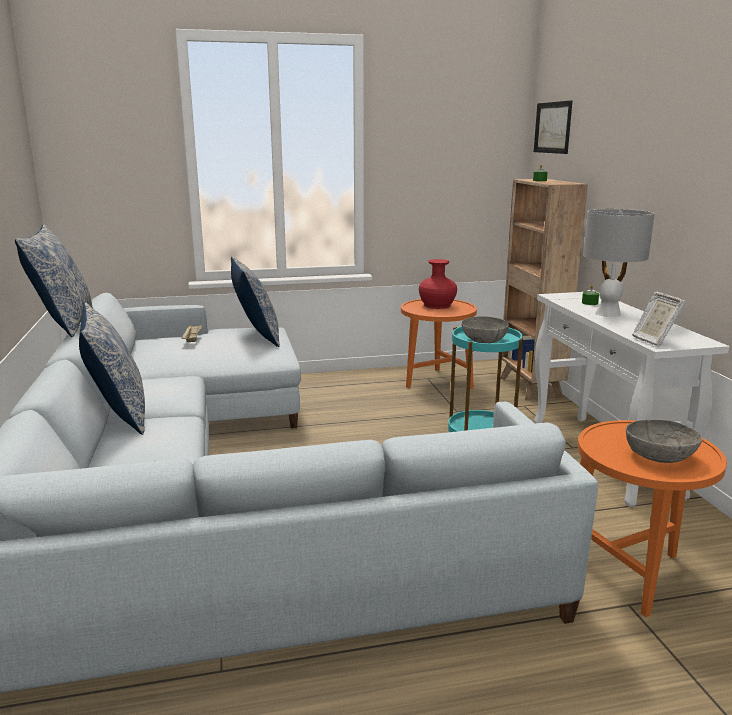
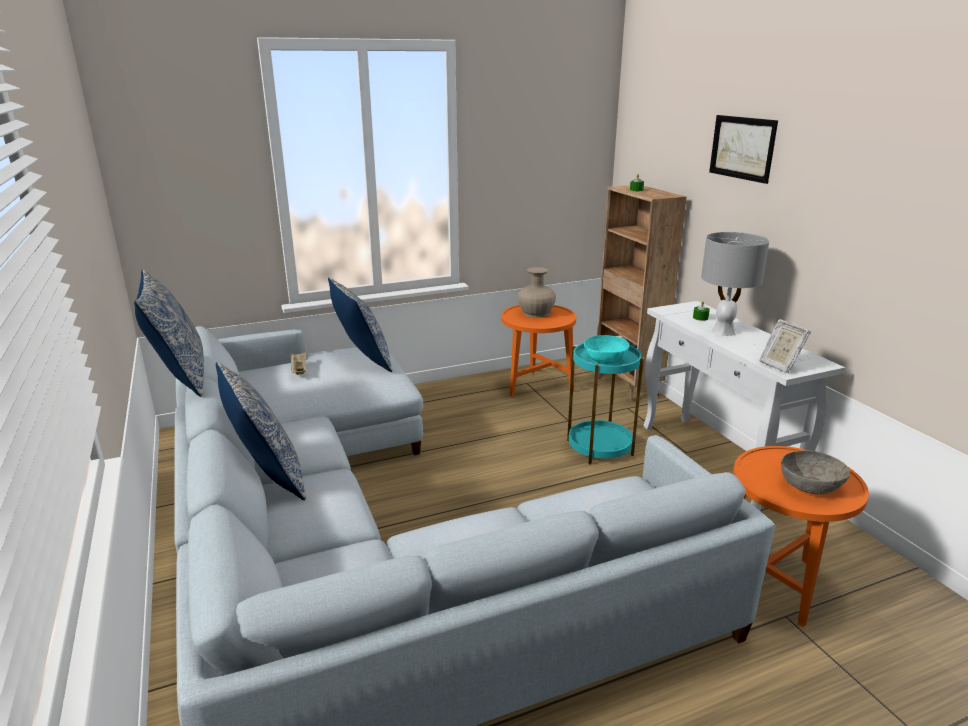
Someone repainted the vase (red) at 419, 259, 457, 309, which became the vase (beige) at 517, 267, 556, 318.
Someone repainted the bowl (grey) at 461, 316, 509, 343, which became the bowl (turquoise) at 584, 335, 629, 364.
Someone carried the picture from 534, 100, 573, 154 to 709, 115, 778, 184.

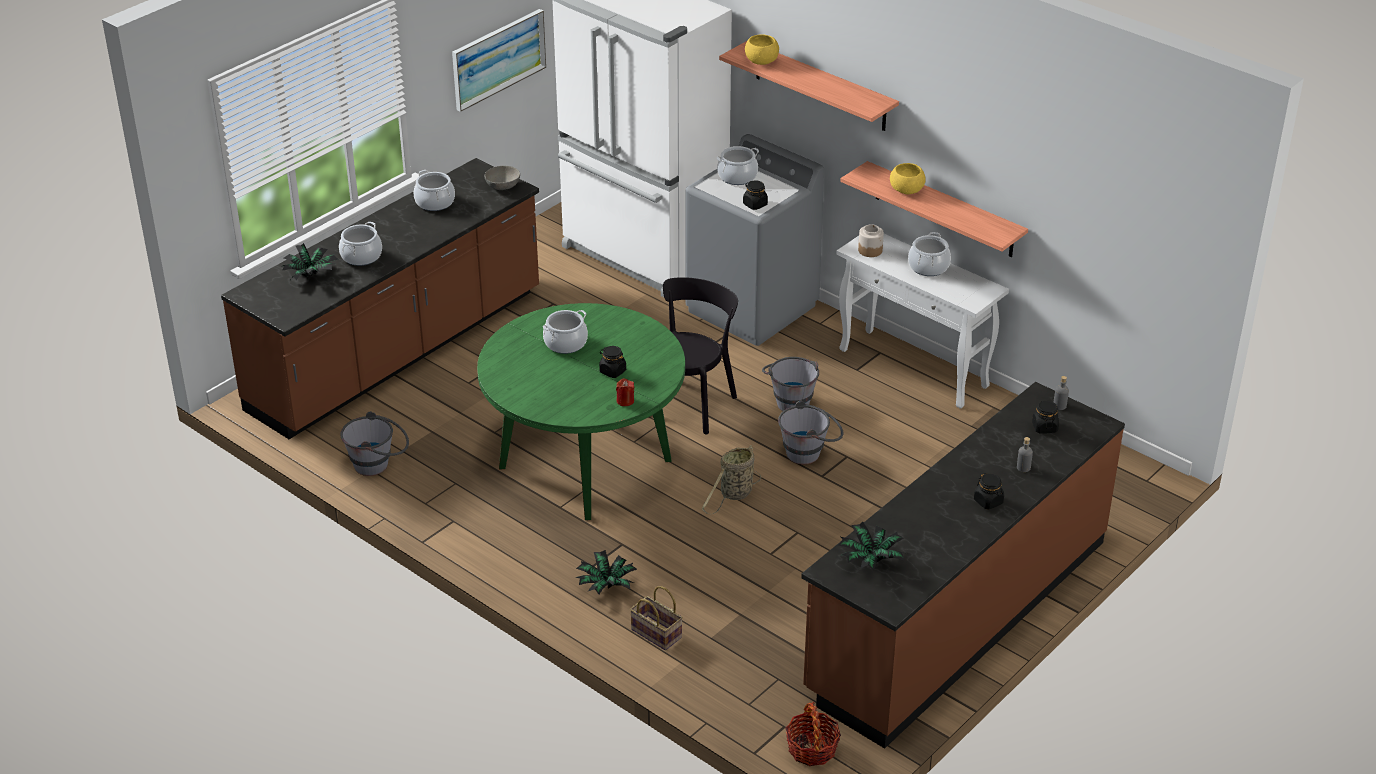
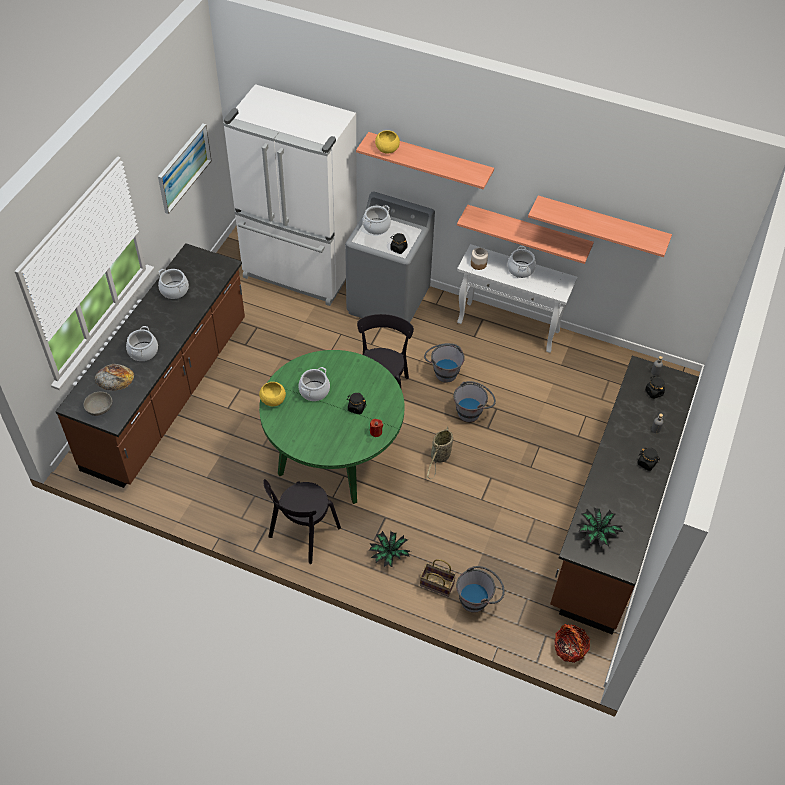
Someone carried the bowl (grey) from 485, 166, 520, 190 to 83, 392, 113, 416.
Someone swapped the potted plant at 283, 243, 338, 280 for the bread at 94, 364, 134, 391.
Someone carried the bowl (yellow) from 890, 163, 926, 194 to 259, 382, 286, 406.
Someone put down the chair (black) at 263, 479, 341, 564.
Someone carried the bucket (grey) from 340, 411, 409, 476 to 456, 566, 505, 613.
Someone put up the shelf at 528, 196, 672, 257.

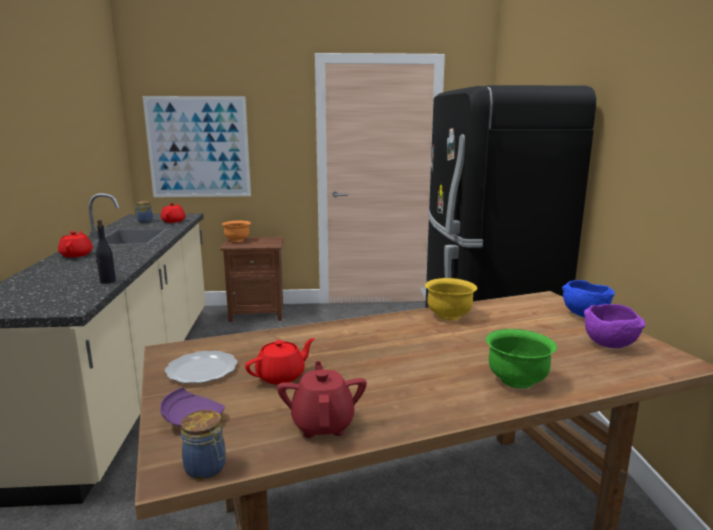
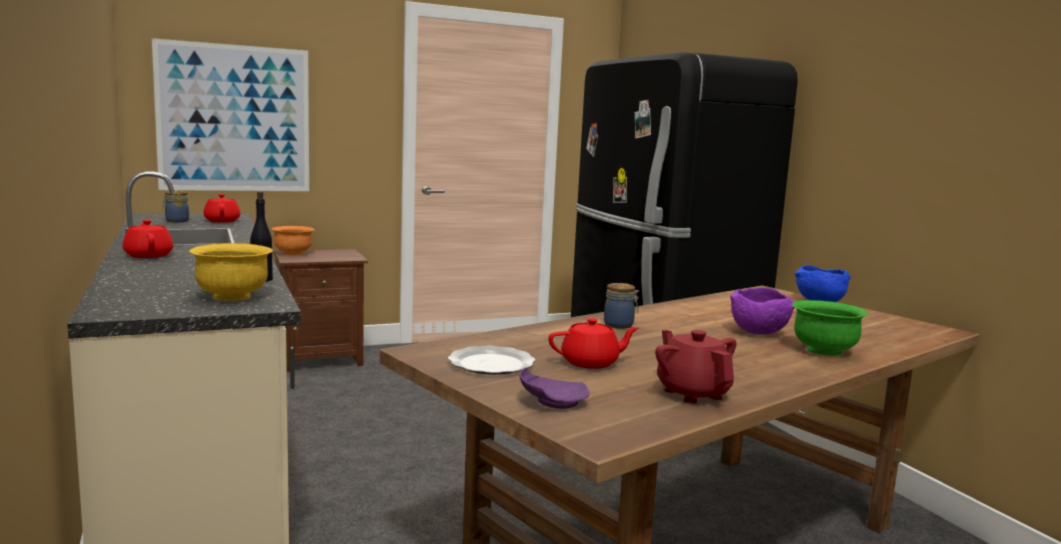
Someone carried the bowl (yellow) from 425, 278, 477, 320 to 189, 243, 273, 301.
Someone rotated the teapot (red) at 245, 338, 315, 384 by 45 degrees clockwise.
Someone carried the jar from 181, 410, 226, 479 to 604, 283, 639, 329.
Someone carried the bowl (purple) from 584, 304, 645, 348 to 730, 287, 795, 335.

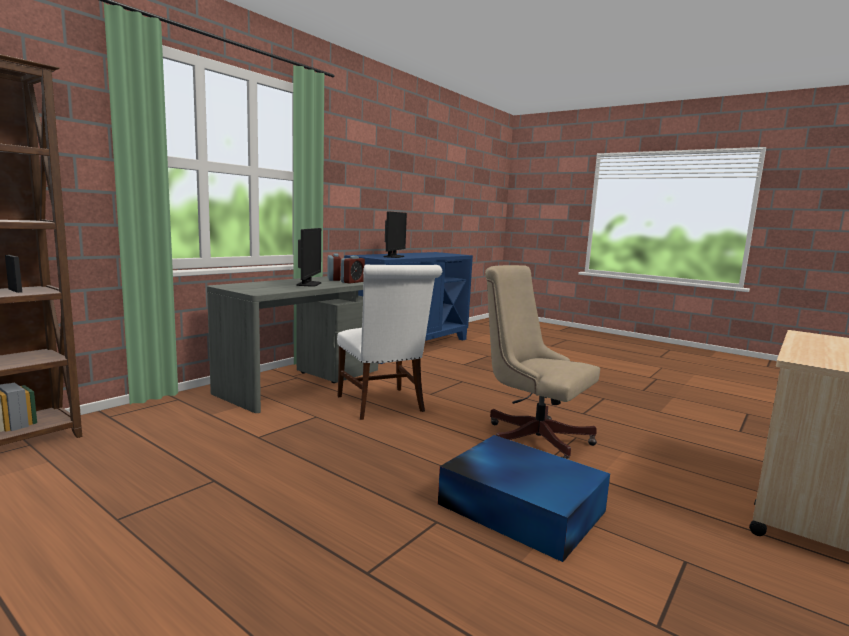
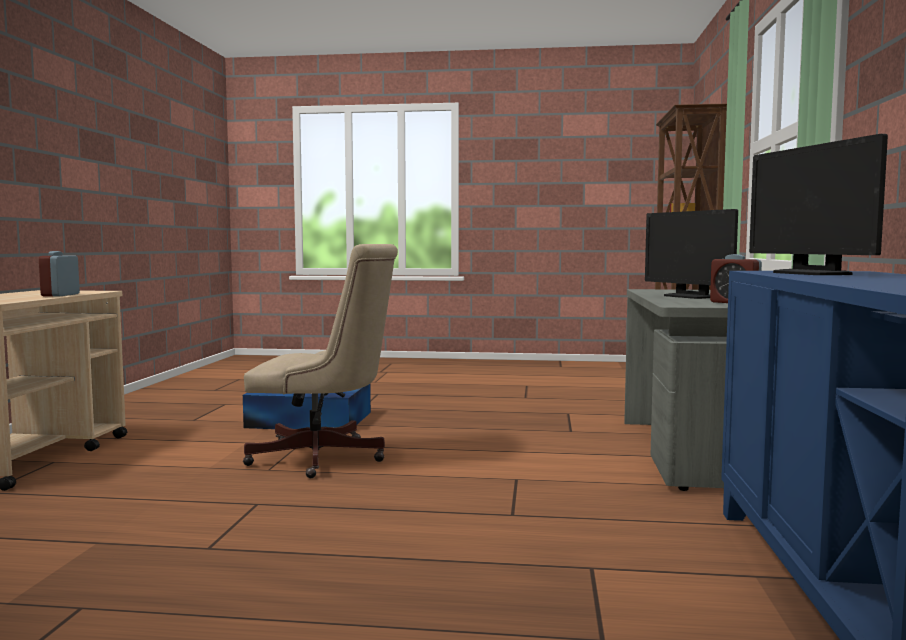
Someone carried the alarm clock from 341, 256, 365, 283 to 39, 251, 80, 297.
Someone took away the chair (white) at 337, 265, 442, 420.

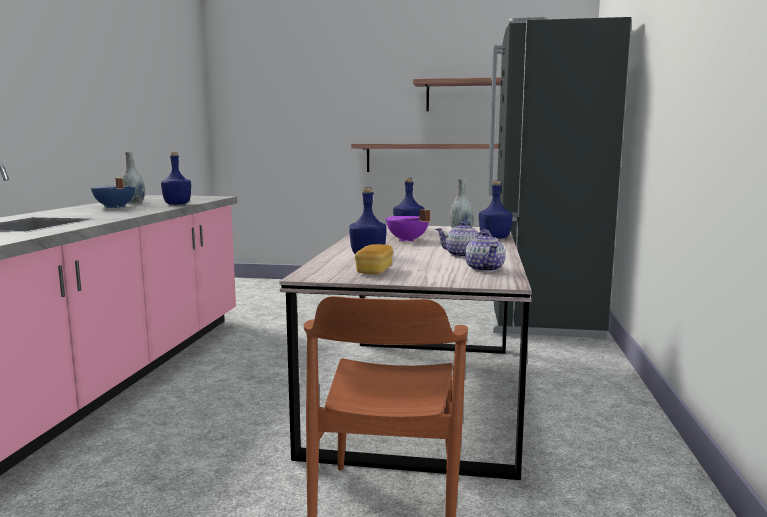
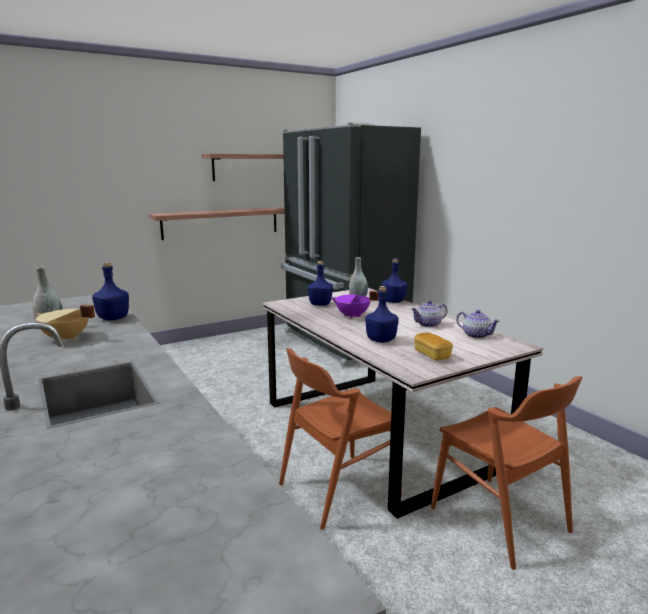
Someone repainted the cooking pot (blue) at 91, 178, 135, 209, which became the cooking pot (beige) at 36, 305, 95, 341.
Someone put down the chair (brown) at 279, 348, 402, 530.

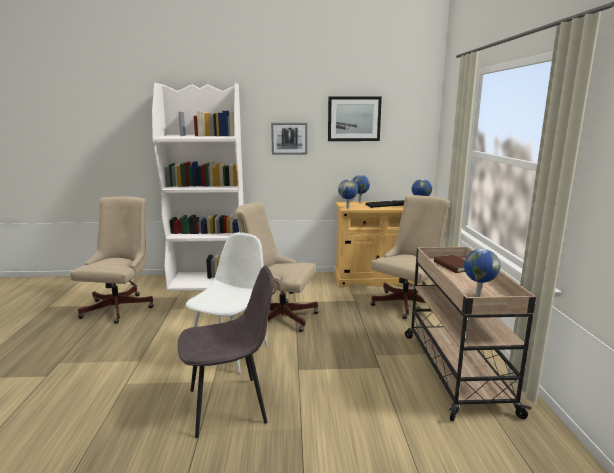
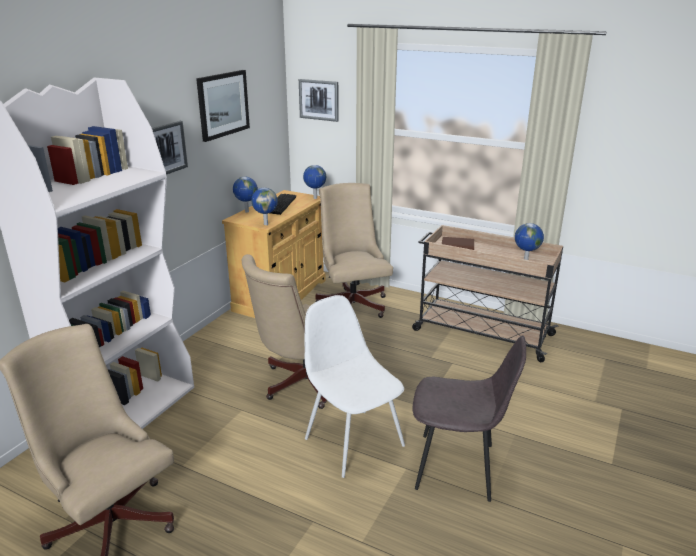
Someone put up the picture at 299, 79, 339, 122.
Someone rotated the chair (grey) at 178, 266, 274, 438 by 90 degrees clockwise.

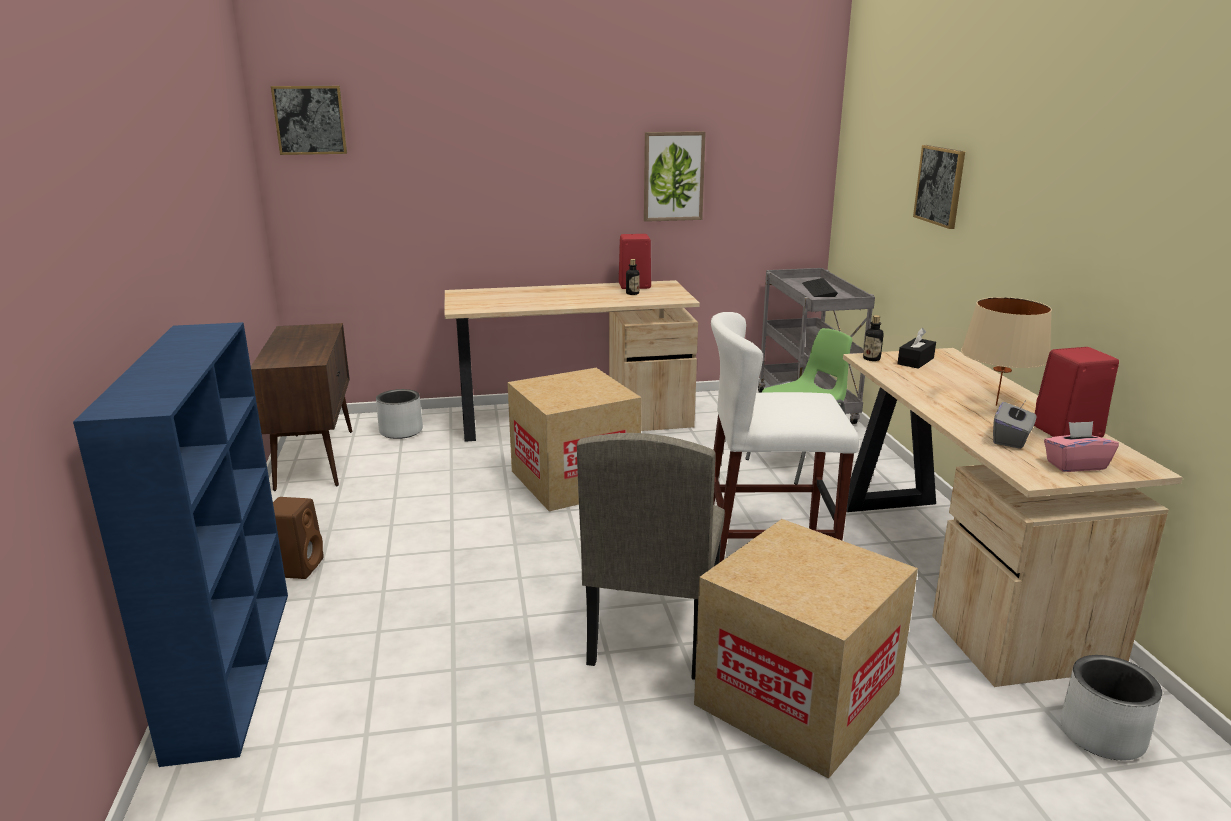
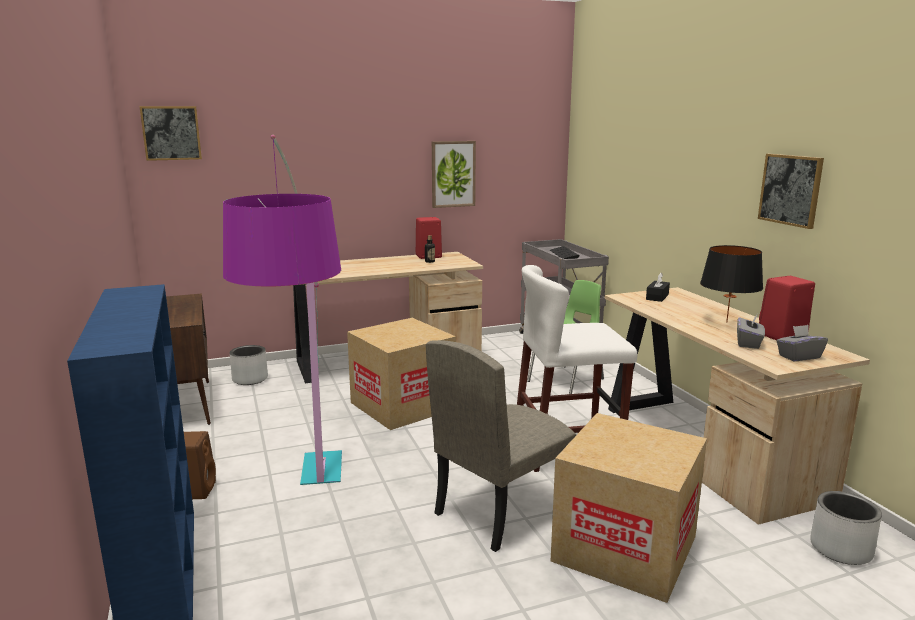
Someone put down the floor lamp at 223, 135, 342, 485.
Someone rotated the chair (beige) at 577, 433, 725, 680 by 45 degrees clockwise.
Someone repainted the table lamp (beige) at 961, 297, 1052, 406, which became the table lamp (black) at 700, 245, 763, 323.
Someone carried the picture from 913, 145, 965, 229 to 758, 154, 824, 229.
Someone repainted the tissue box (pink) at 1044, 421, 1119, 472, which became the tissue box (grey) at 776, 325, 828, 361.
Someone took away the bottle at 863, 315, 884, 361.

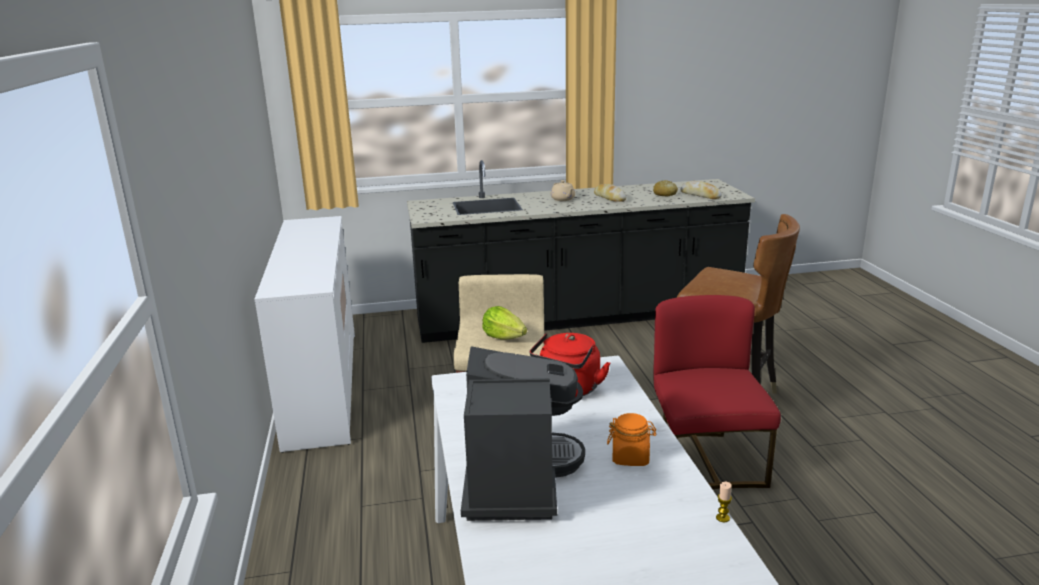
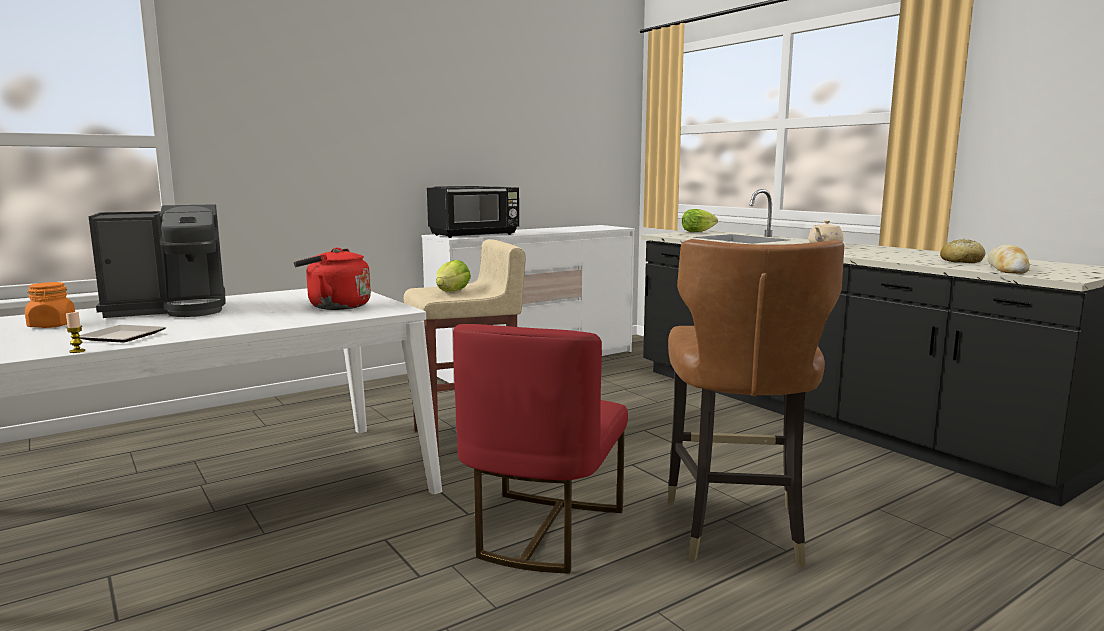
Someone carried the jar (orange) from 607, 413, 657, 466 to 25, 282, 75, 328.
Someone put down the plate at 79, 325, 166, 343.
Someone put down the microwave (black) at 427, 186, 519, 238.
Someone rotated the chair (red) at 654, 295, 781, 489 by 135 degrees clockwise.
Someone put down the lettuce at 682, 209, 718, 232.
Someone took away the bread at 594, 184, 626, 202.

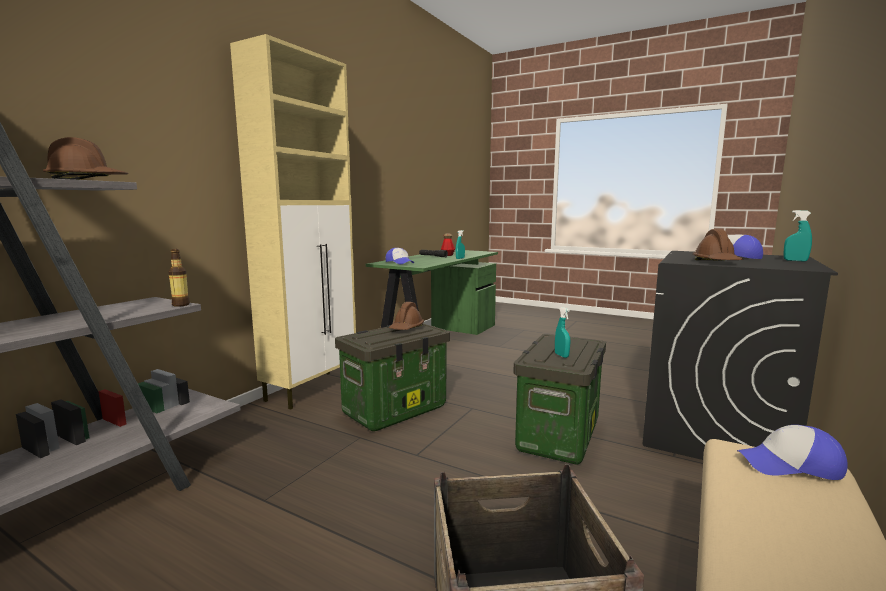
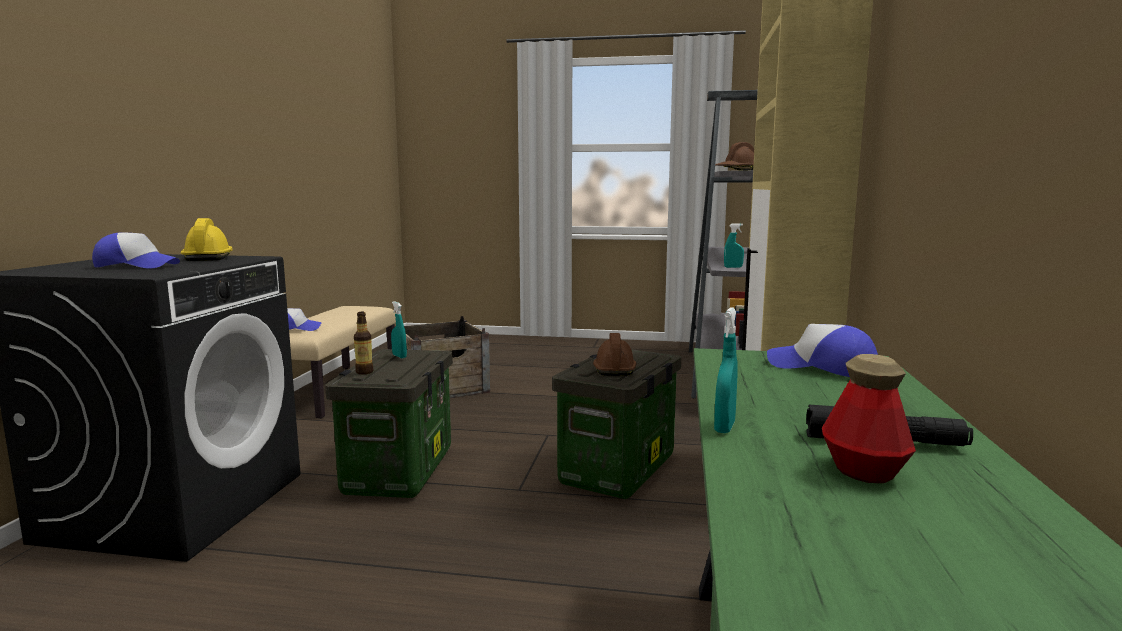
Someone repainted the hard hat (brown) at 692, 229, 743, 261, which became the hard hat (yellow) at 181, 218, 233, 261.
Someone carried the bottle from 169, 249, 190, 307 to 354, 312, 373, 374.
Someone carried the spray bottle (turquoise) from 783, 210, 812, 261 to 724, 223, 744, 268.

